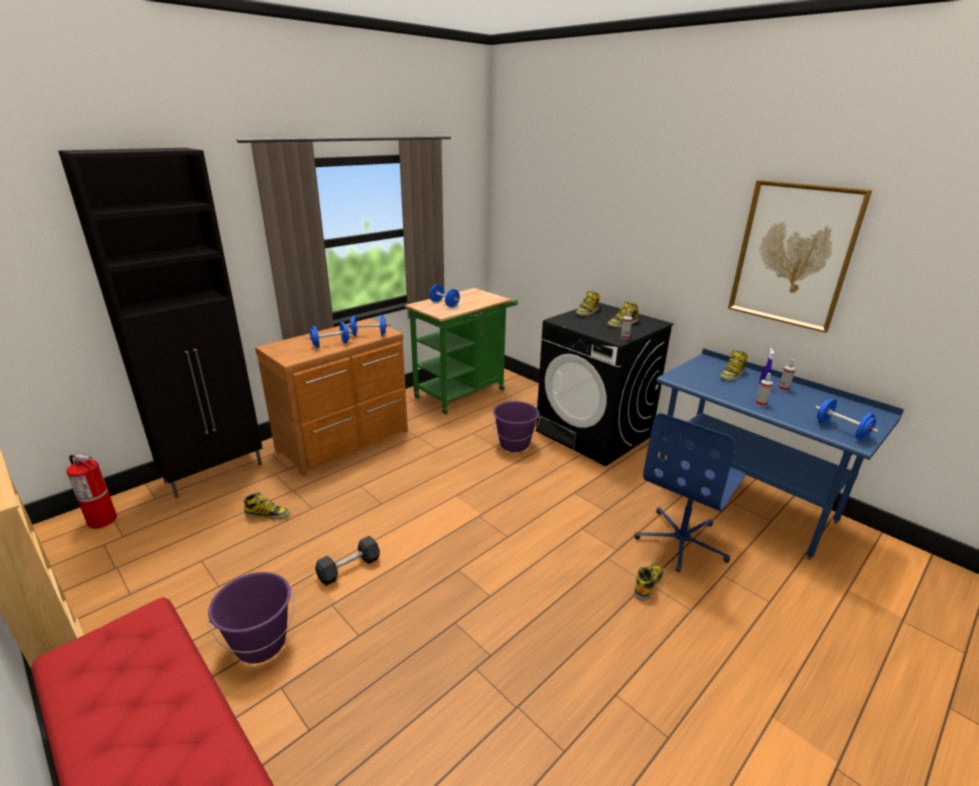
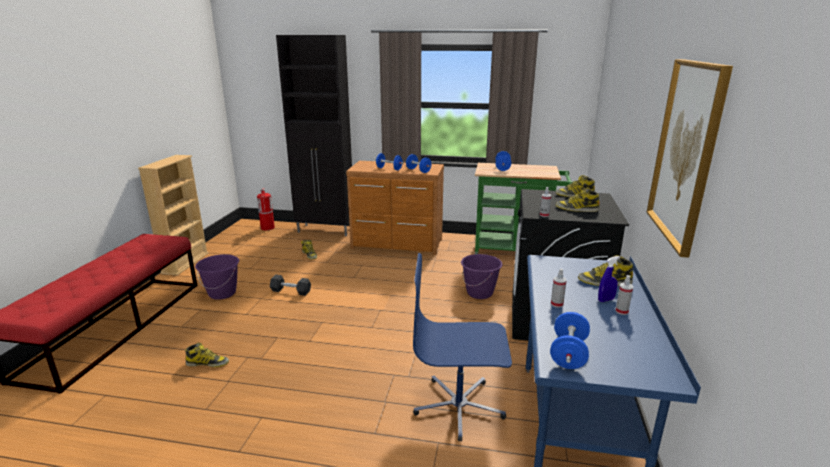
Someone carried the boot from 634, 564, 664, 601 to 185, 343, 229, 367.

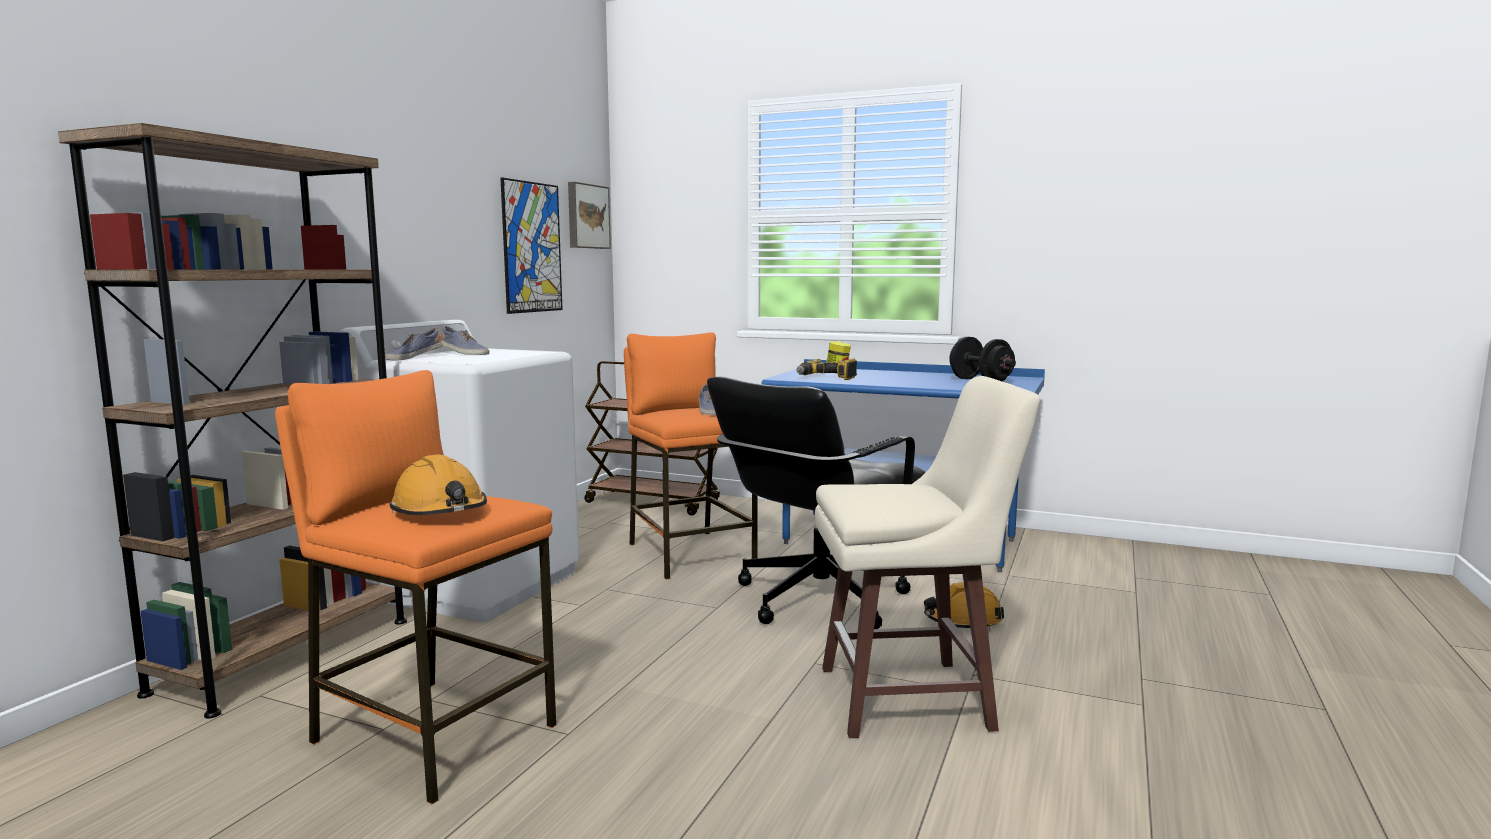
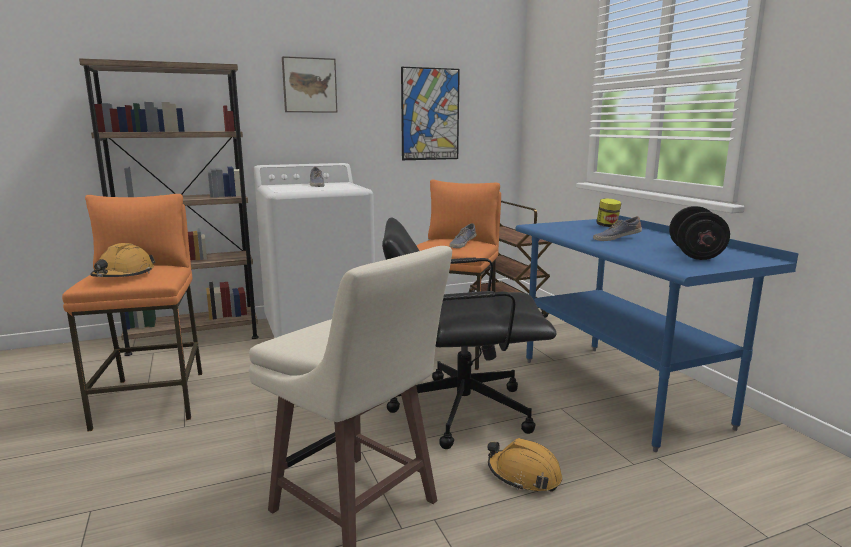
Someone carried the picture from 568, 182, 611, 249 to 282, 56, 337, 113.
Someone carried the shoe from 385, 328, 443, 360 to 593, 216, 642, 241.
Someone took away the power drill at 797, 359, 857, 380.

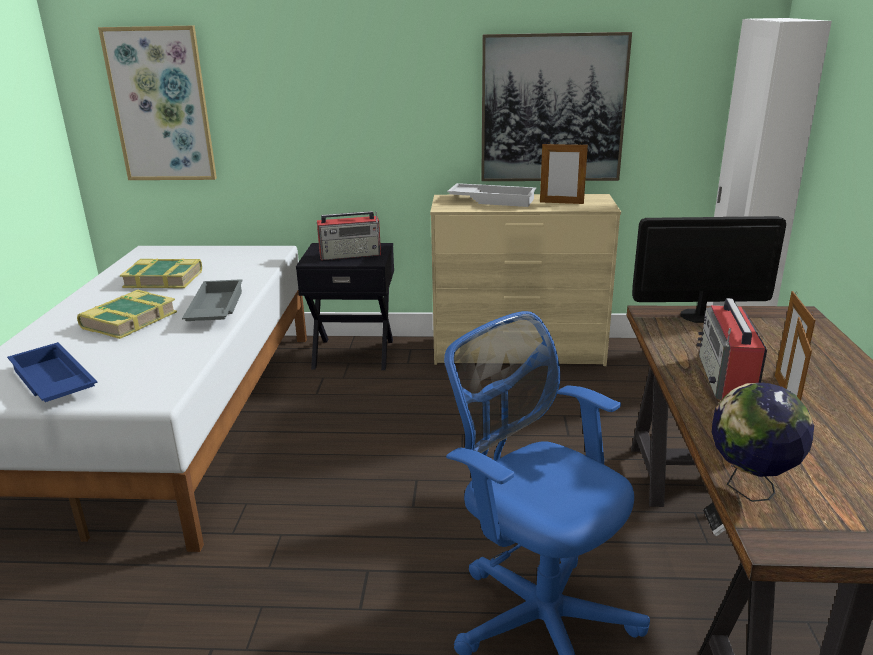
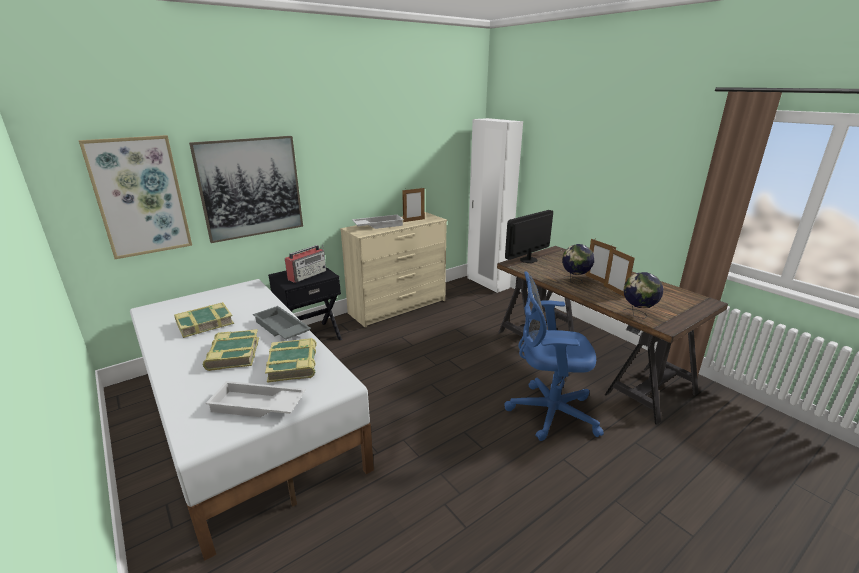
Someone carried the picture from 481, 32, 632, 181 to 189, 136, 303, 243.
Someone repainted the tray (blue) at 7, 342, 98, 402, which became the tray (white) at 206, 381, 306, 417.
Someone put down the book at 265, 338, 317, 383.
Someone swapped the radio at 697, 298, 767, 400 for the globe at 562, 244, 594, 284.

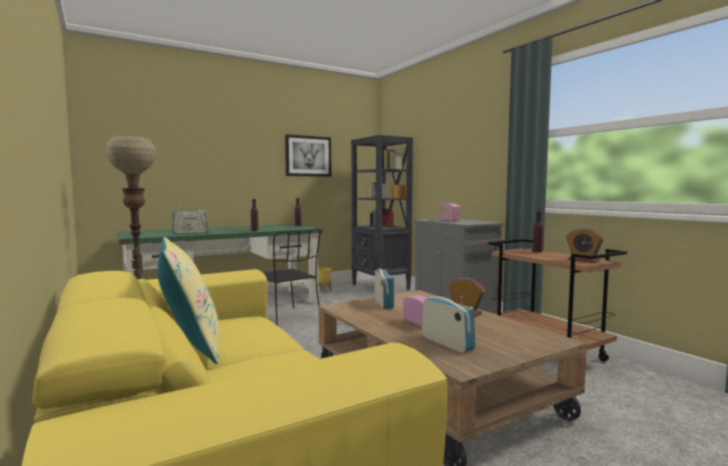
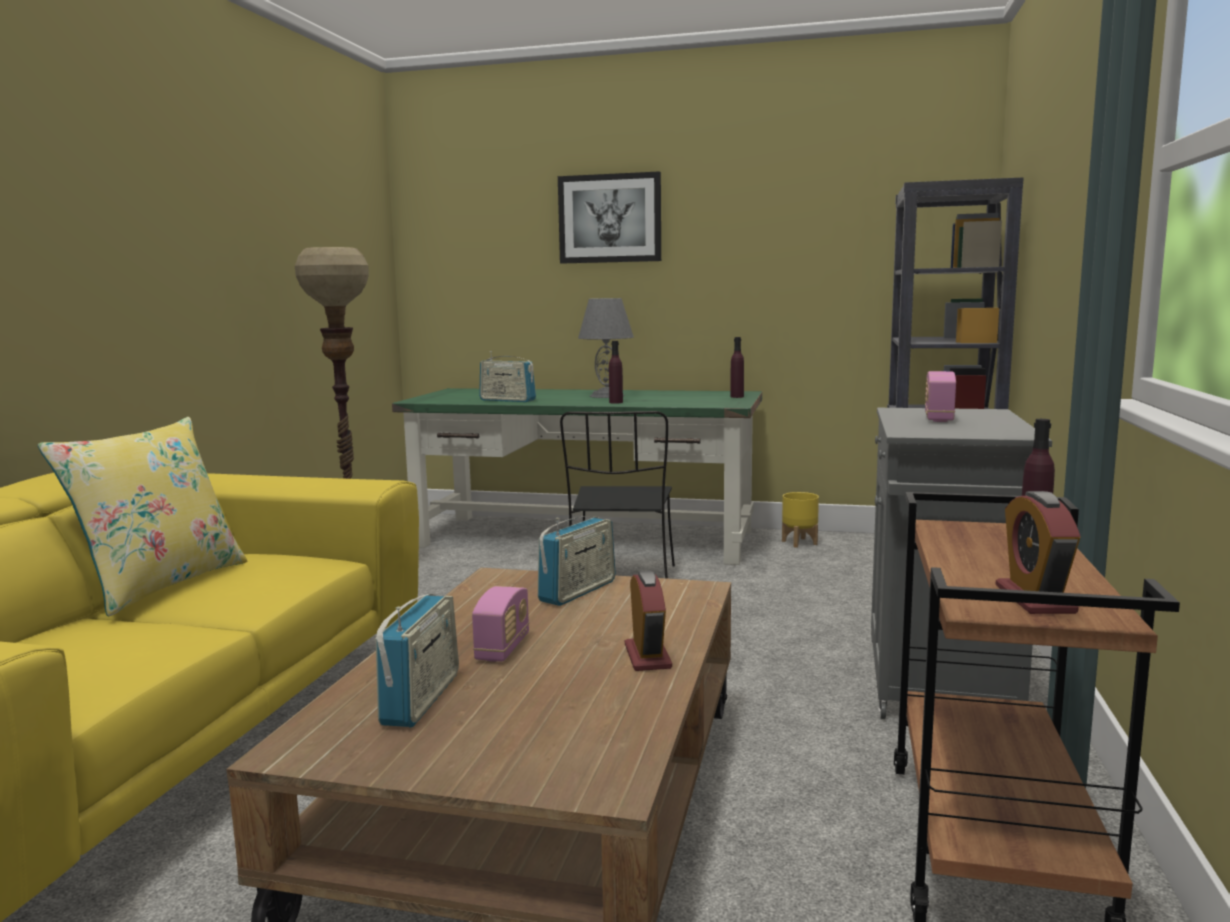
Someone carried the picture from 285, 134, 331, 177 to 558, 171, 661, 264.
Someone put down the table lamp (grey) at 578, 298, 634, 398.

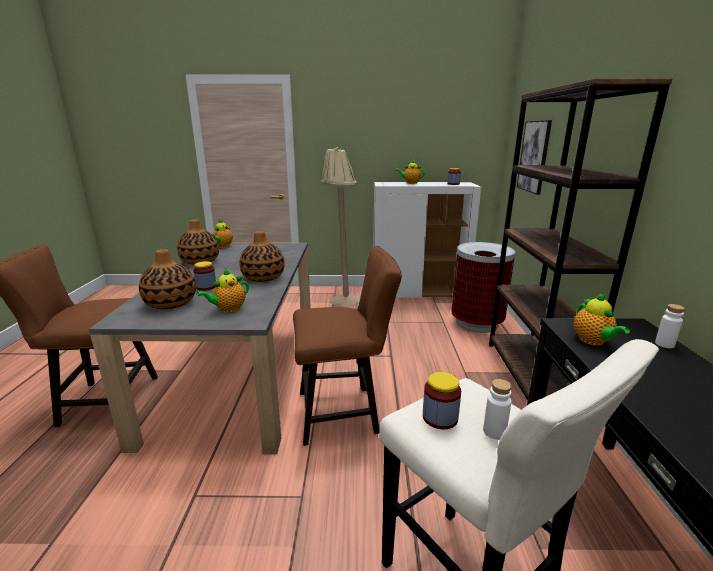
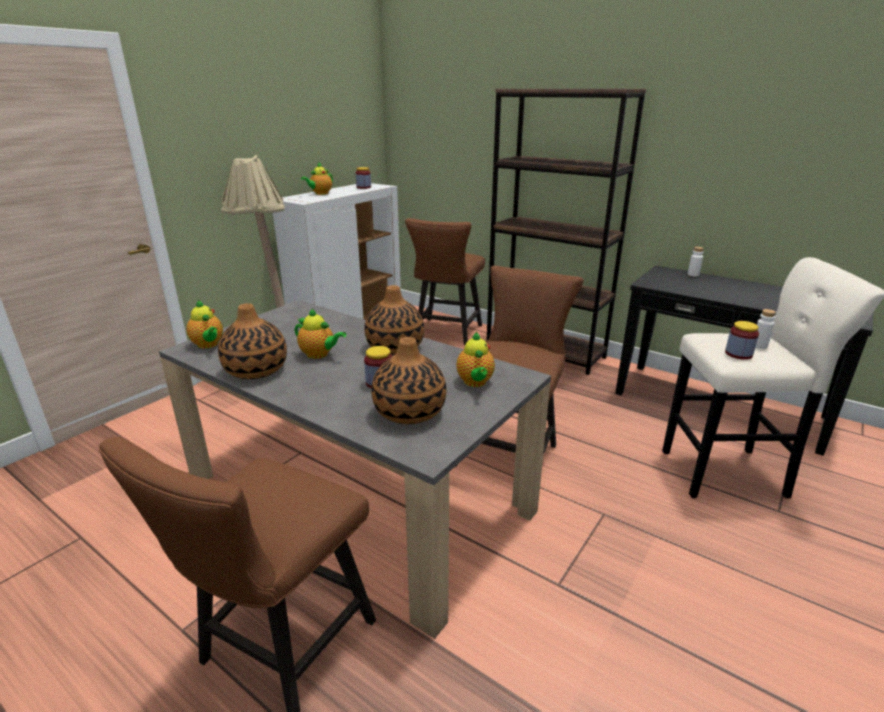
Someone carried the teapot from 574, 293, 630, 346 to 295, 309, 347, 359.
Someone swapped the trash can at 451, 242, 515, 333 for the chair (brown) at 405, 218, 485, 345.
Someone took away the picture at 517, 120, 552, 195.

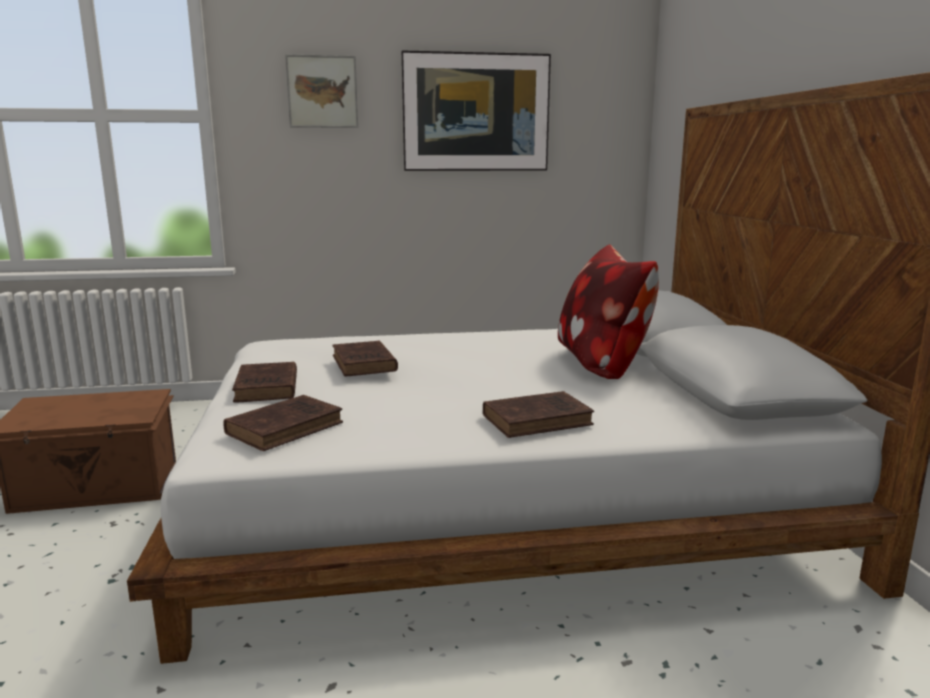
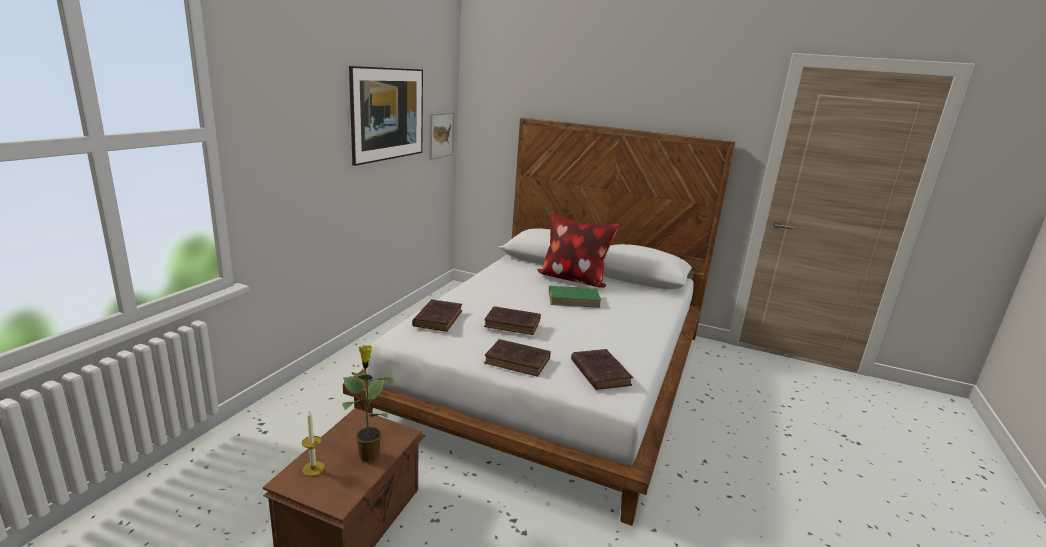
Someone put down the candle at 302, 410, 325, 476.
Someone put down the potted plant at 342, 345, 396, 462.
Someone carried the book (brown) from 483, 391, 594, 438 to 412, 299, 462, 332.
Someone carried the picture from 285, 54, 358, 128 to 429, 112, 454, 160.
Someone put down the book (green) at 549, 286, 601, 308.

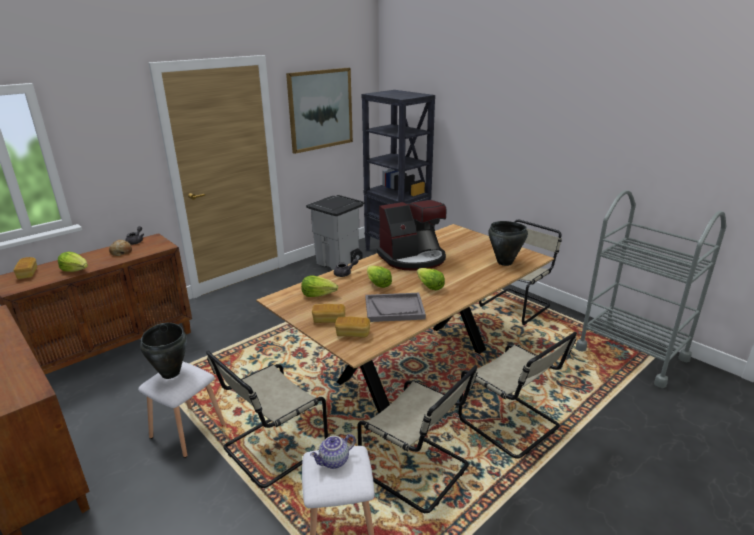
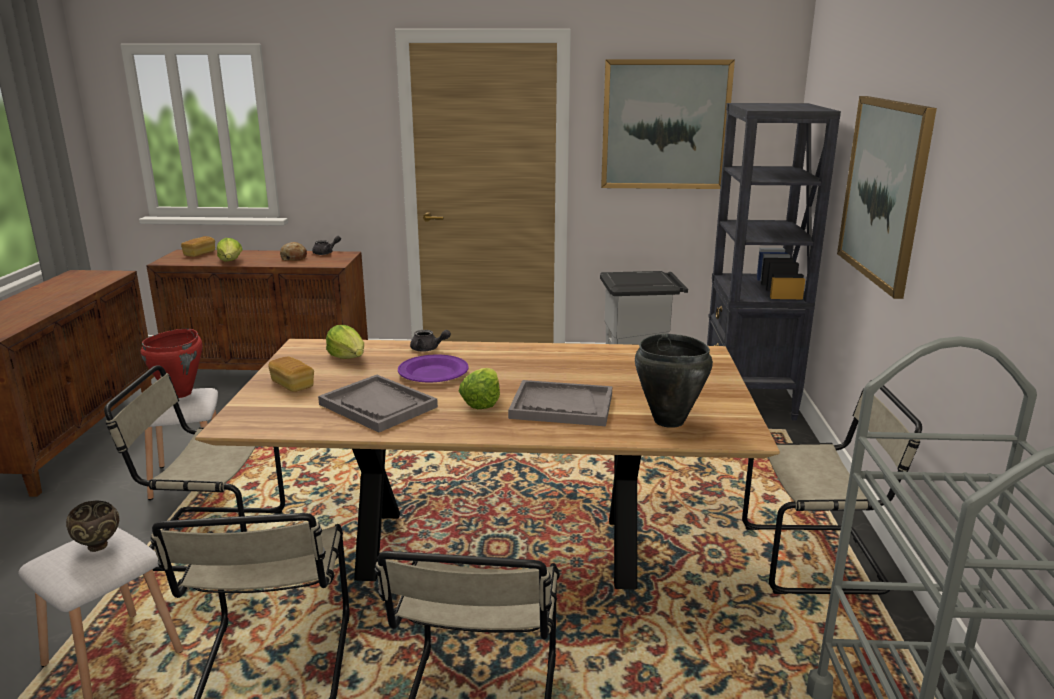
Someone swapped the teapot at 310, 434, 356, 469 for the bowl (brown) at 66, 501, 120, 552.
Someone repainted the cooking pot (black) at 140, 323, 187, 379, which became the cooking pot (red) at 141, 329, 202, 398.
Someone swapped the lettuce at 367, 265, 392, 288 for the plate (purple) at 398, 354, 469, 382.
Someone put down the tray (grey) at 508, 380, 612, 426.
Someone put up the picture at 837, 96, 937, 299.
Someone took away the bread at 335, 317, 370, 338.
Someone took away the coffee machine at 377, 200, 447, 271.

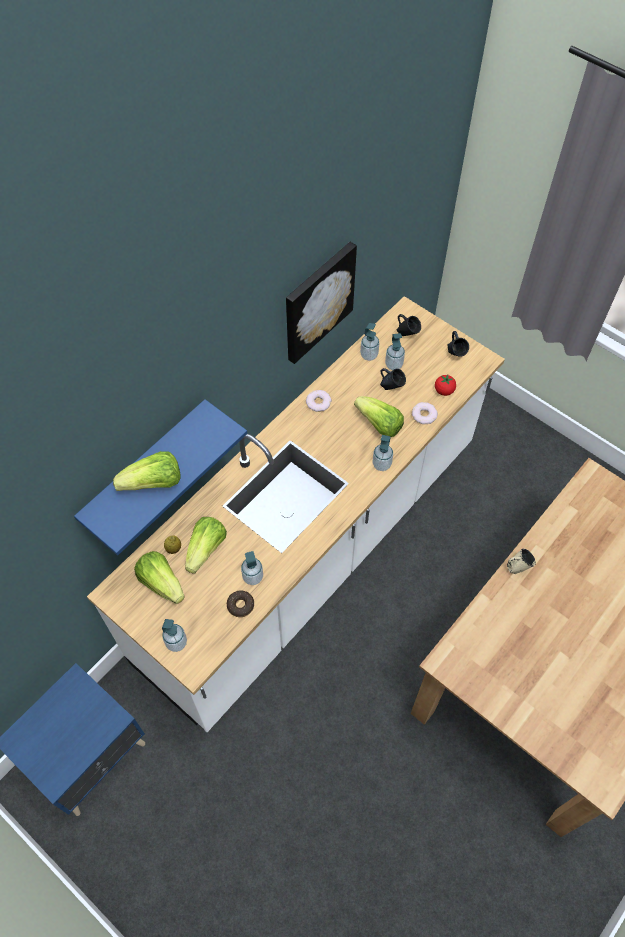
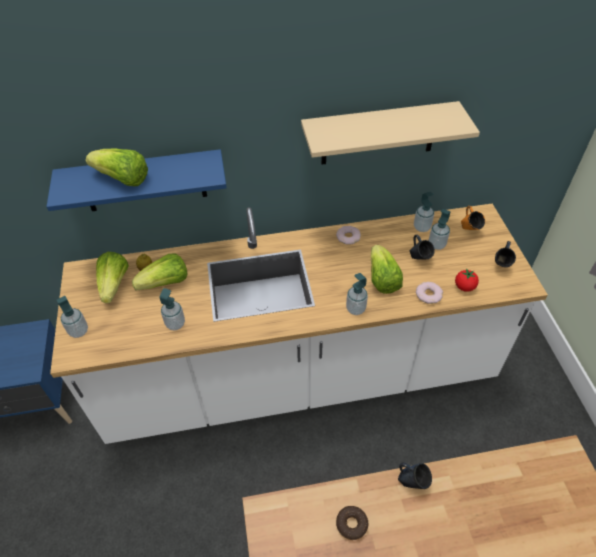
Someone swapped the picture at 286, 242, 357, 364 for the shelf (beige) at 301, 101, 480, 165.
Someone carried the donut from 227, 590, 254, 617 to 336, 506, 368, 540.
Someone repainted the mug (beige) at 507, 548, 536, 574, which became the mug (blue) at 398, 462, 432, 489.
Someone repainted the mug (black) at 397, 314, 421, 336, which became the mug (orange) at 461, 206, 485, 230.

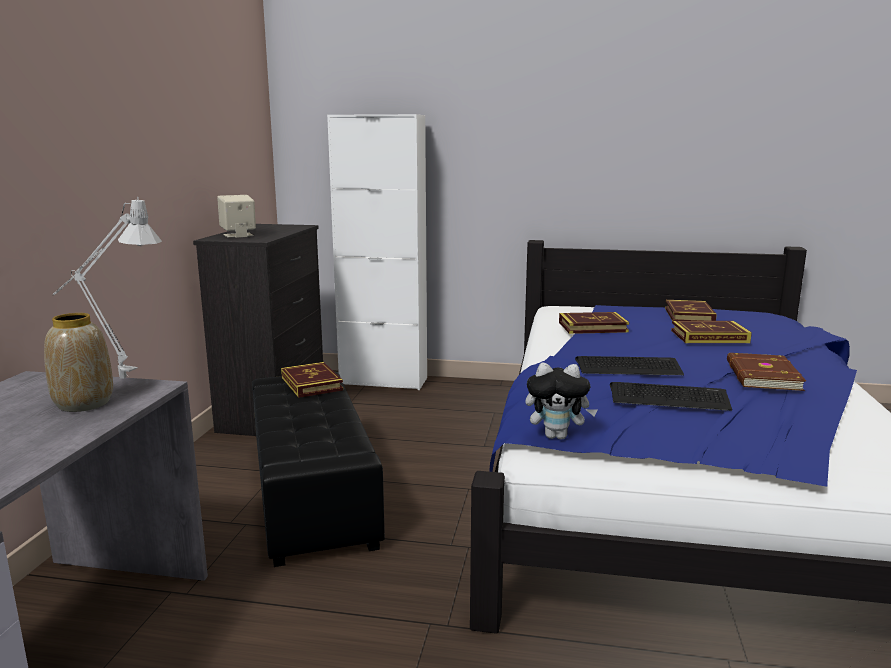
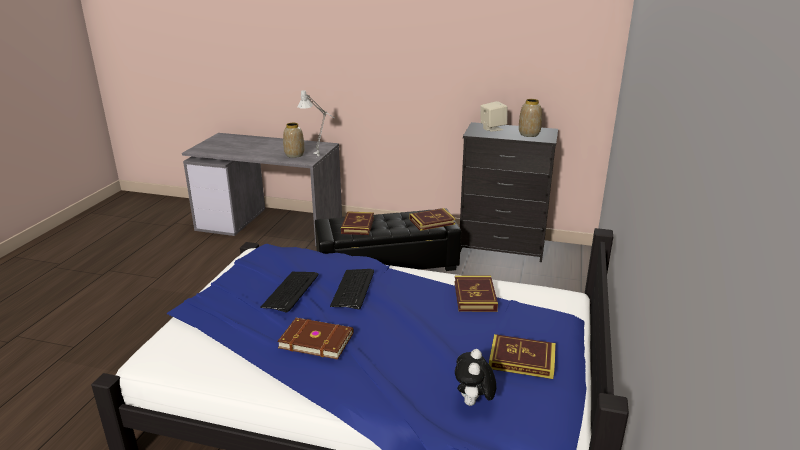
Someone carried the book from 671, 321, 752, 343 to 341, 211, 374, 235.
Someone carried the plush toy from 525, 363, 597, 439 to 455, 349, 496, 406.
Someone put down the vase at 519, 99, 542, 137.
Someone took away the cabinet (white) at 327, 114, 427, 390.

